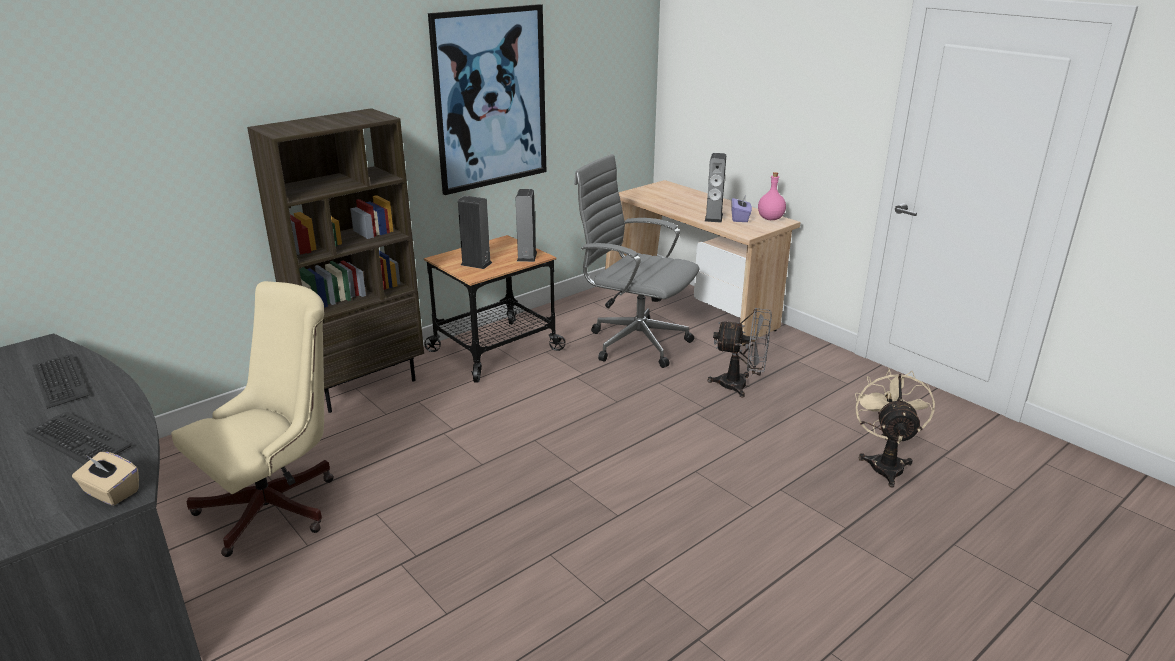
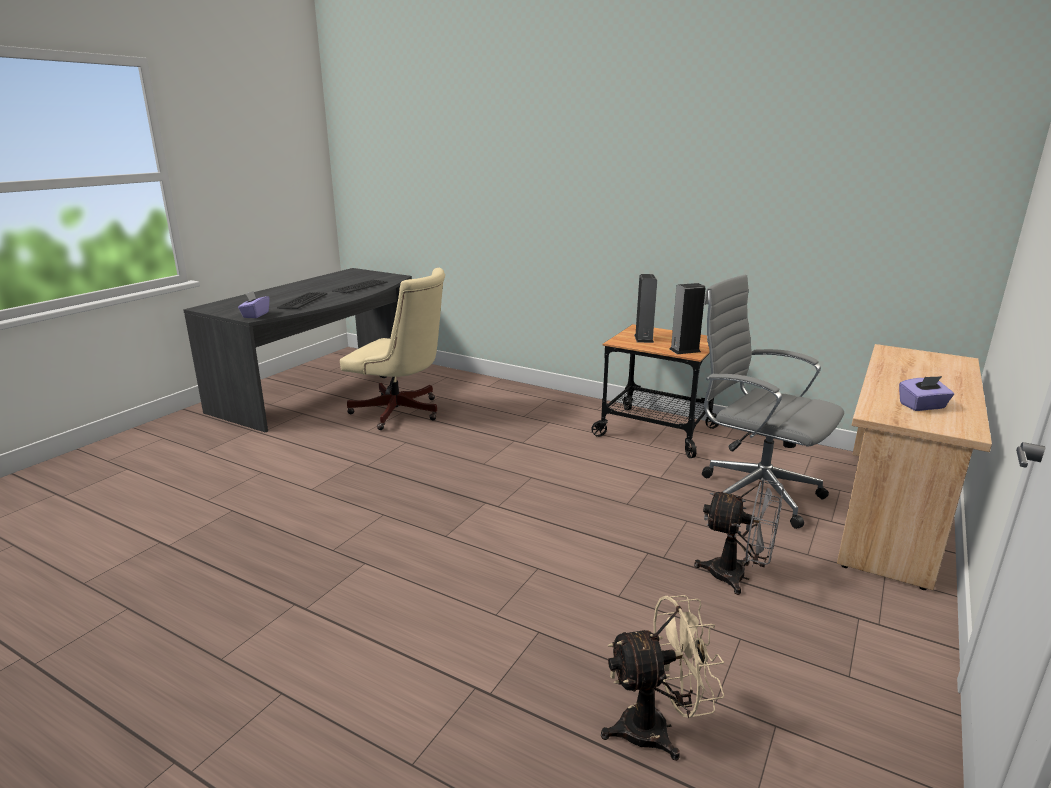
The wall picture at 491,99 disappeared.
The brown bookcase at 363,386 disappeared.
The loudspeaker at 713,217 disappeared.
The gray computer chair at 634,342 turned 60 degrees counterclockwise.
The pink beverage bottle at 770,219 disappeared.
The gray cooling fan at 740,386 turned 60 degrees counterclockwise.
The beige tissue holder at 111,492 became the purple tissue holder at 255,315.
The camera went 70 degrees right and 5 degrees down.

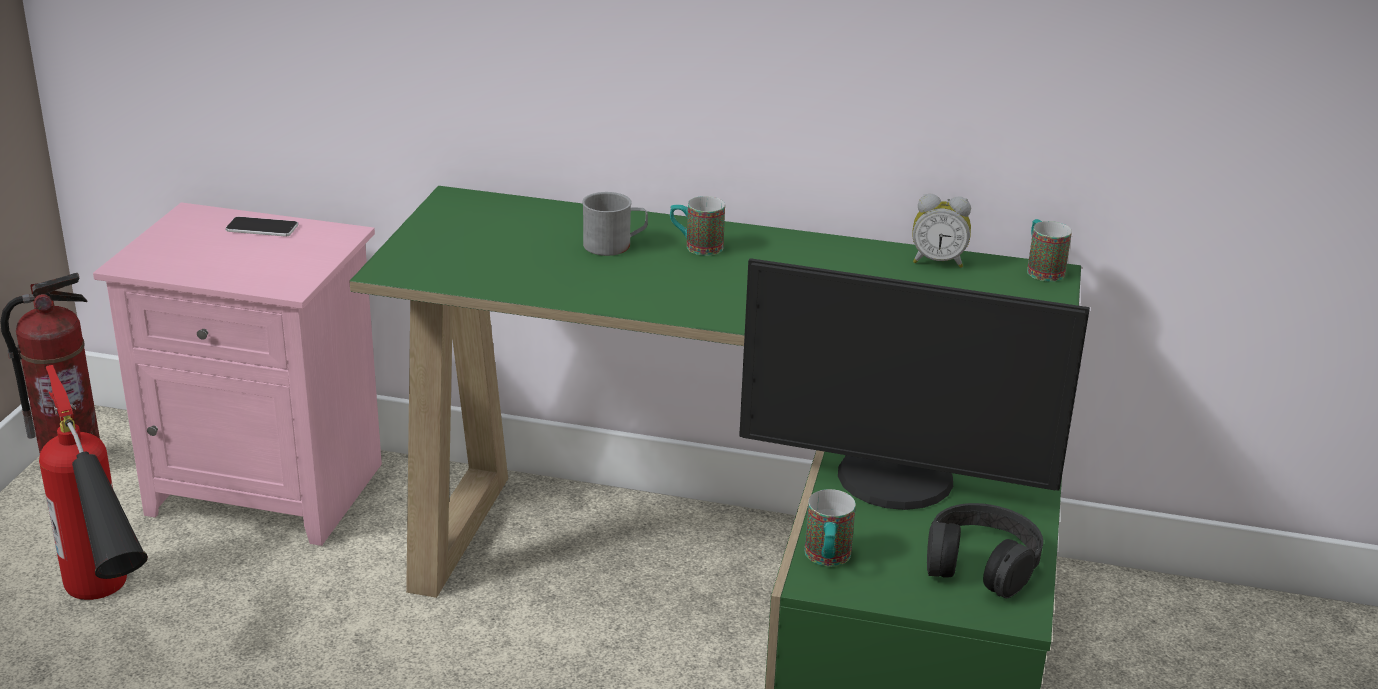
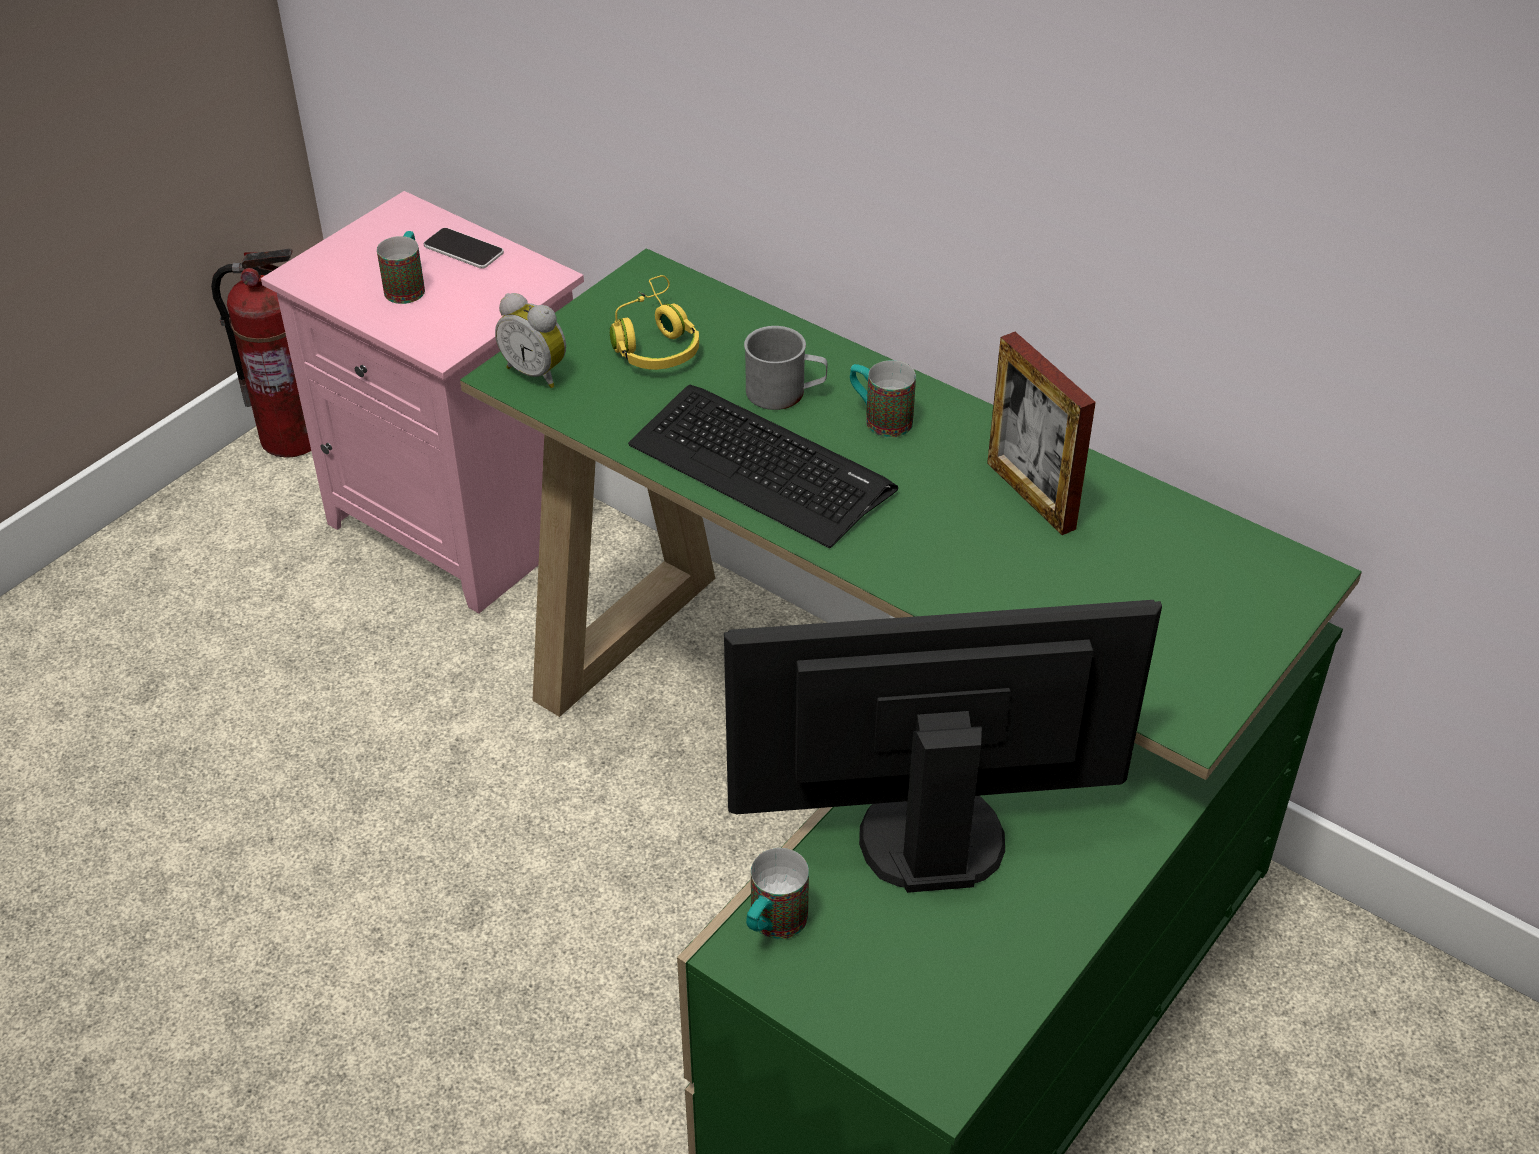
The bedside clock moved from 938,261 to 537,372.
The coffee mug moved from 1042,269 to 407,286.
The computer screen at 894,481 turned 135 degrees clockwise.
The fire-fighting cylinder at 111,614 disappeared.
The black pair of headphones at 981,563 disappeared.
The yellow pair of headphones at 655,342 appeared.
The standing frame at 1030,495 appeared.
The computer keyboard at 760,466 appeared.
The camera went 25 degrees right and 15 degrees up.

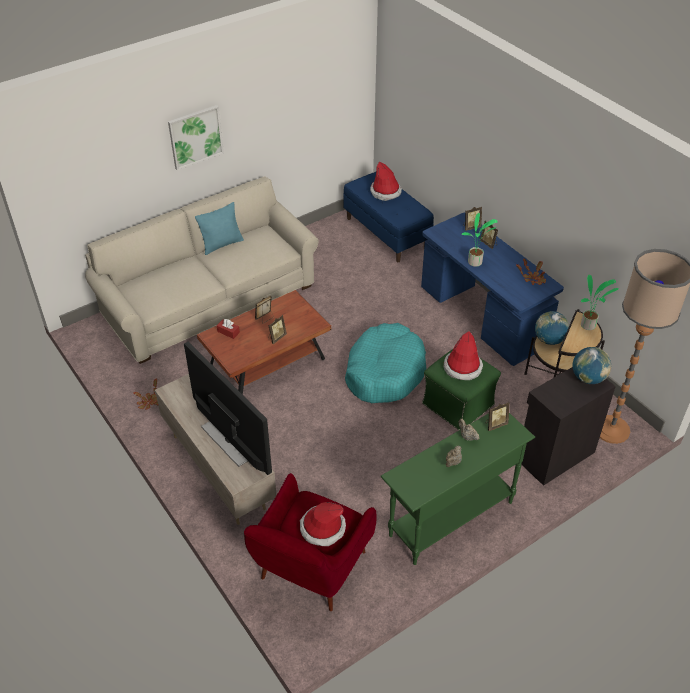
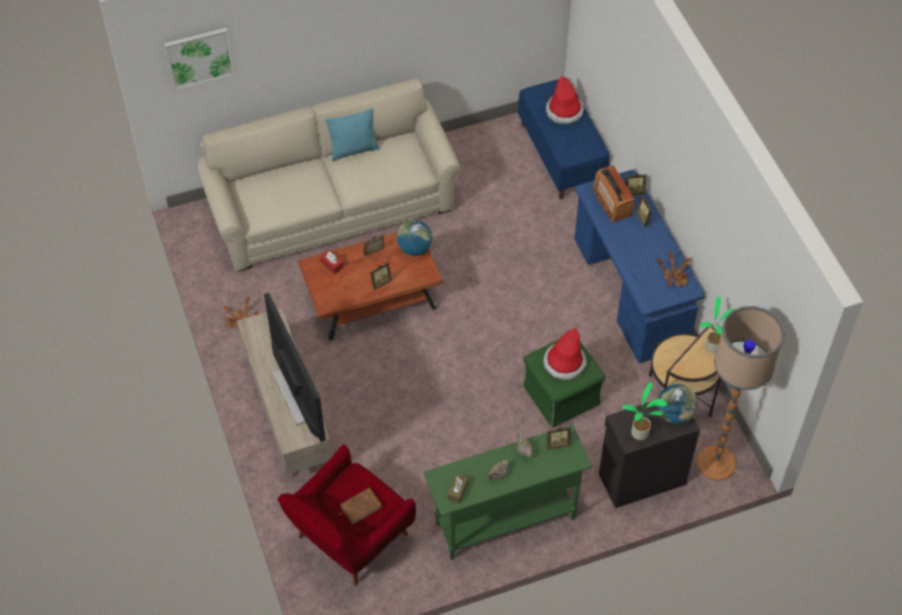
The wall picture moved from 195,137 to 199,57.
The potted plant moved from 475,263 to 640,434.
The globe moved from 549,340 to 414,248.
The blue-green dog cushion at 384,372 disappeared.
The wearable hat at 322,528 was replaced by the brown book at 360,507.
The radio set at 612,202 appeared.
The brown tissue holder at 458,491 appeared.
The camera went 15 degrees right and 10 degrees up.

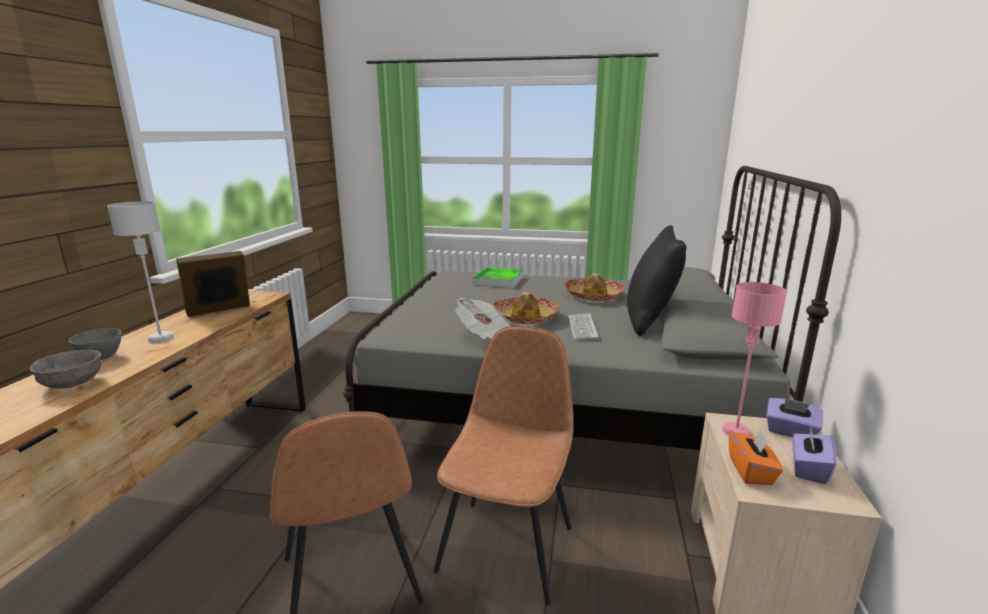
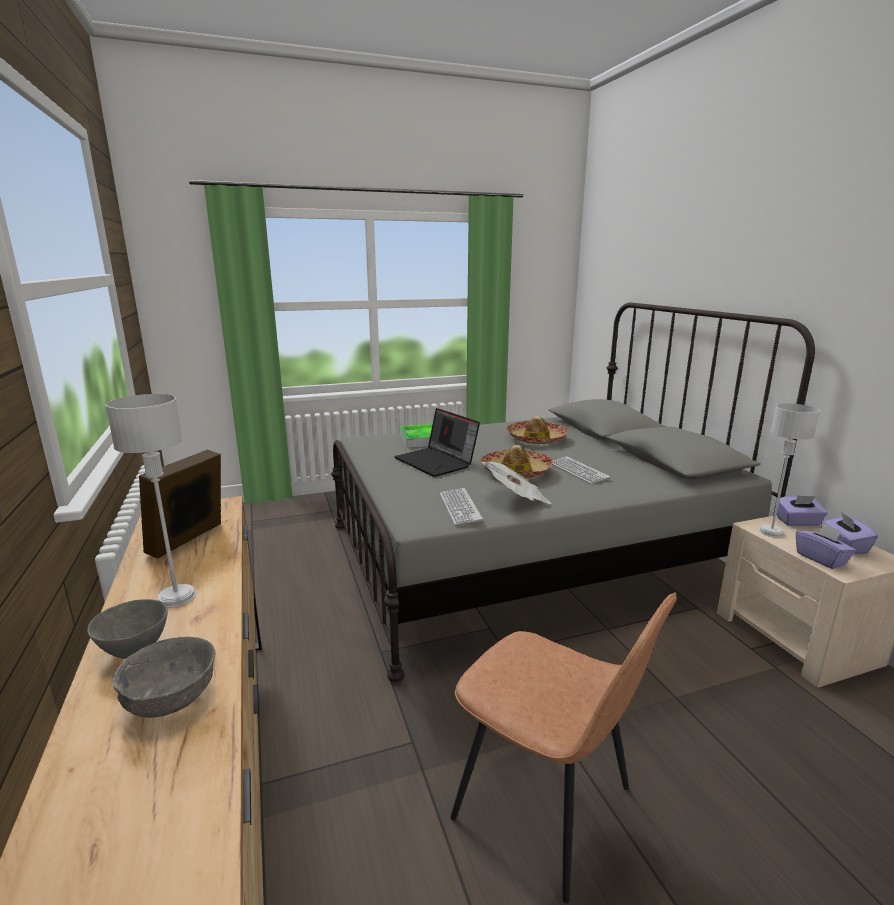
The black throw pillow at 649,321 disappeared.
The pink tabletop lamp at 736,431 became the gray tabletop lamp at 771,532.
The brown plain chair at 507,545 disappeared.
The orangey tissue holder at 751,471 became the purple tissue holder at 821,559.
The laptop at 437,462 appeared.
The computer keyboard at 460,507 appeared.
The camera went 30 degrees left and 0 degrees up.

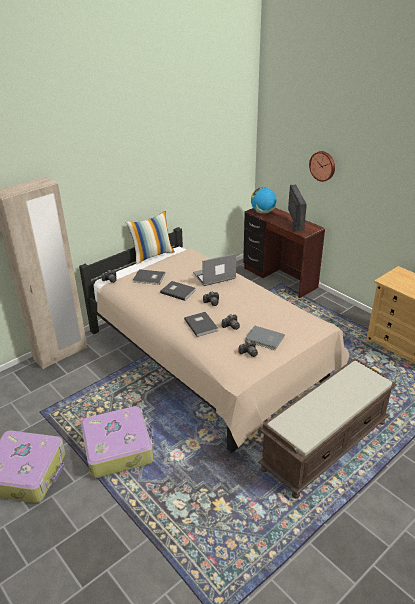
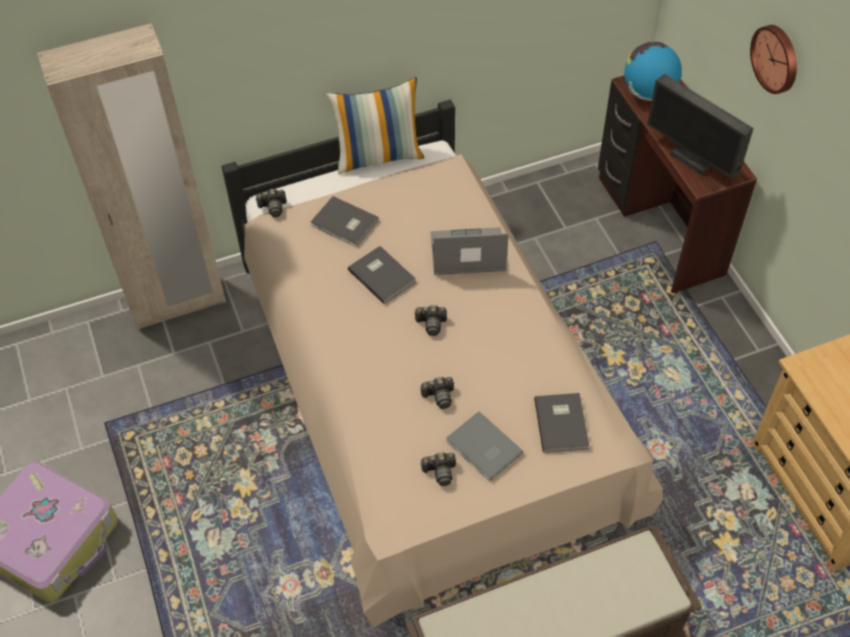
The computer screen at 294,227 turned 120 degrees clockwise.
The gray book moved from 201,324 to 562,423.
The travel case at 118,448 disappeared.
The camera went 20 degrees right and 20 degrees up.

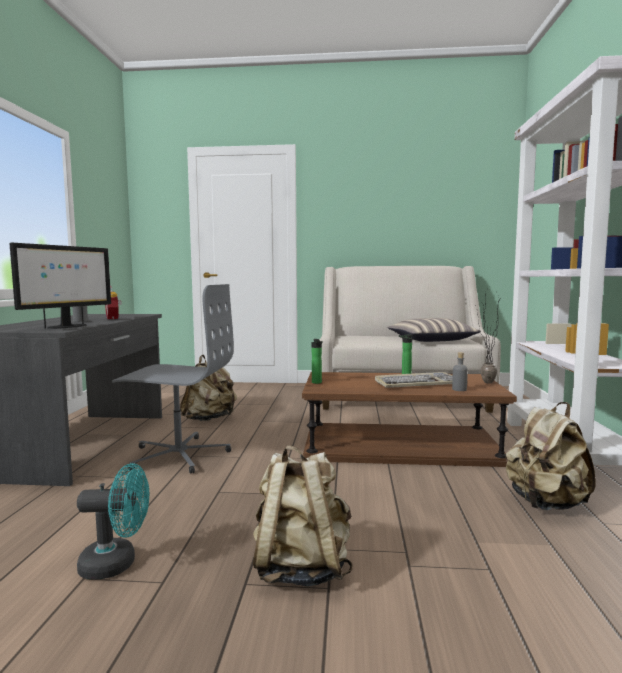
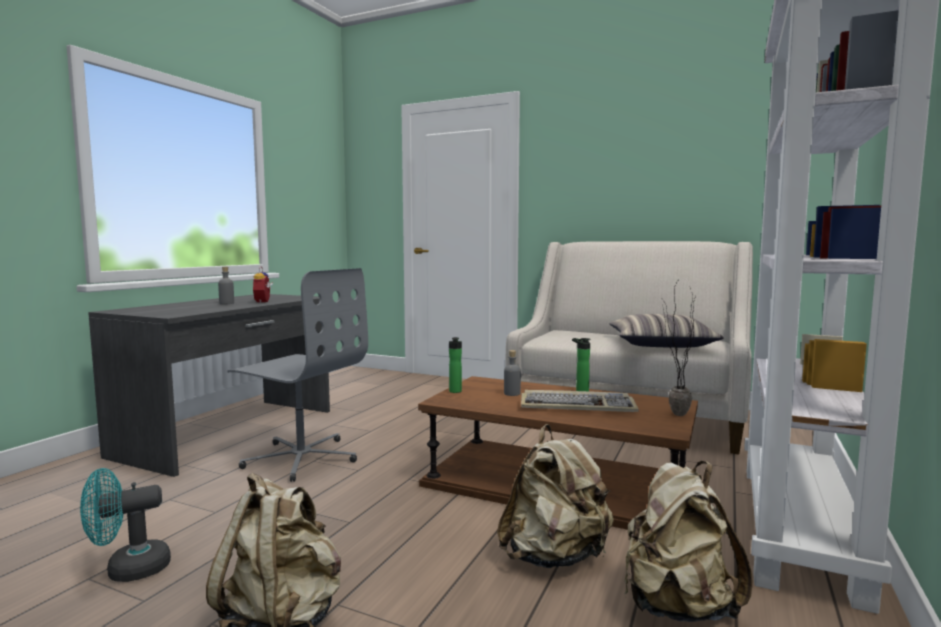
The computer screen at 67,327 disappeared.
The gray beverage bottle moved from 459,389 to 512,393.
The beige knapsack moved from 209,419 to 555,557.
The blue-green cooling fan at 117,564 turned 135 degrees clockwise.
The camera went 20 degrees right and 0 degrees up.

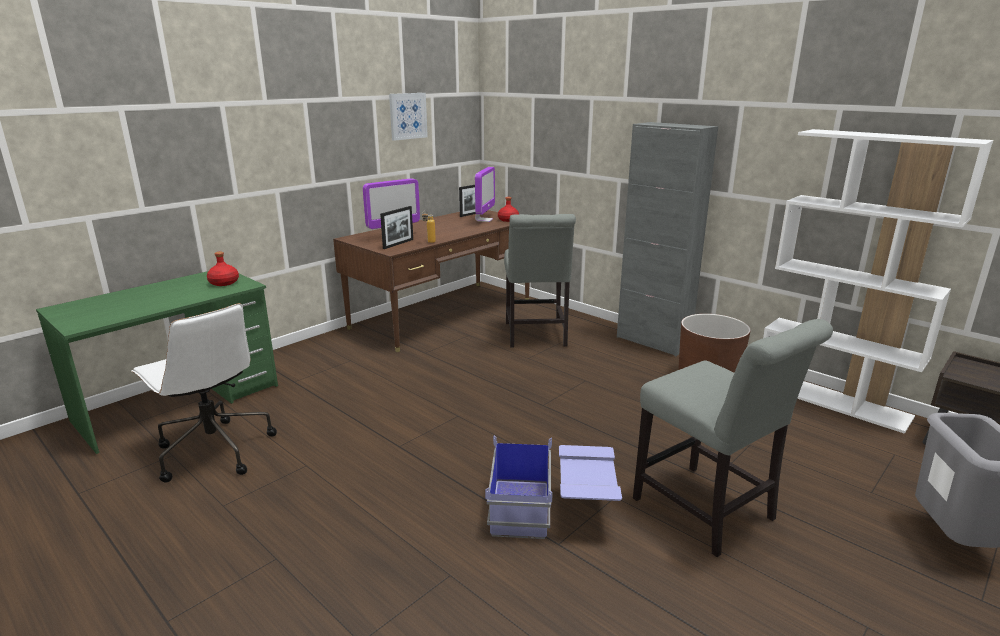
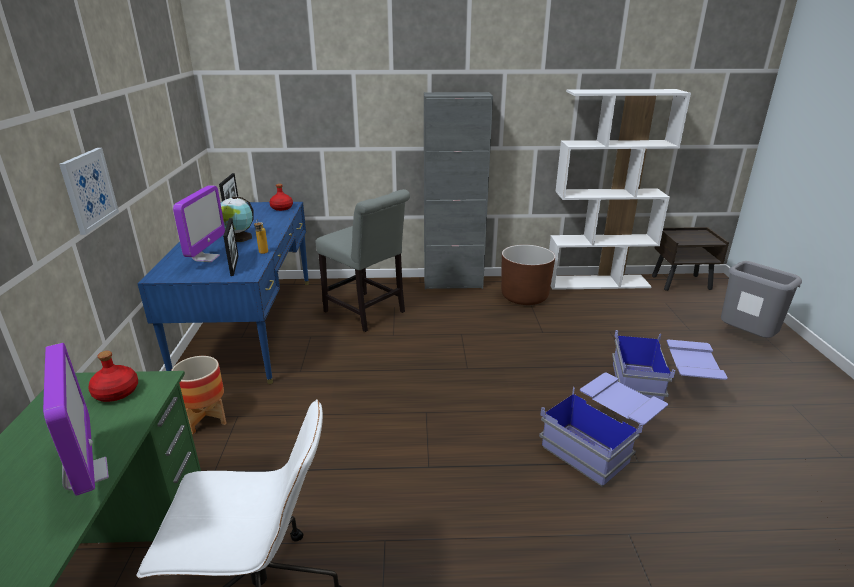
The wall picture moved from 407,116 to 88,190.
The computer screen moved from 484,220 to 87,475.
The brown desk at 443,314 became the bluish desk at 250,326.
The gray plain chair at 708,513 was replaced by the bluish storage bin at 660,387.
The globe at 238,238 appeared.
The planter at 207,419 appeared.
The camera went 45 degrees left and 5 degrees up.

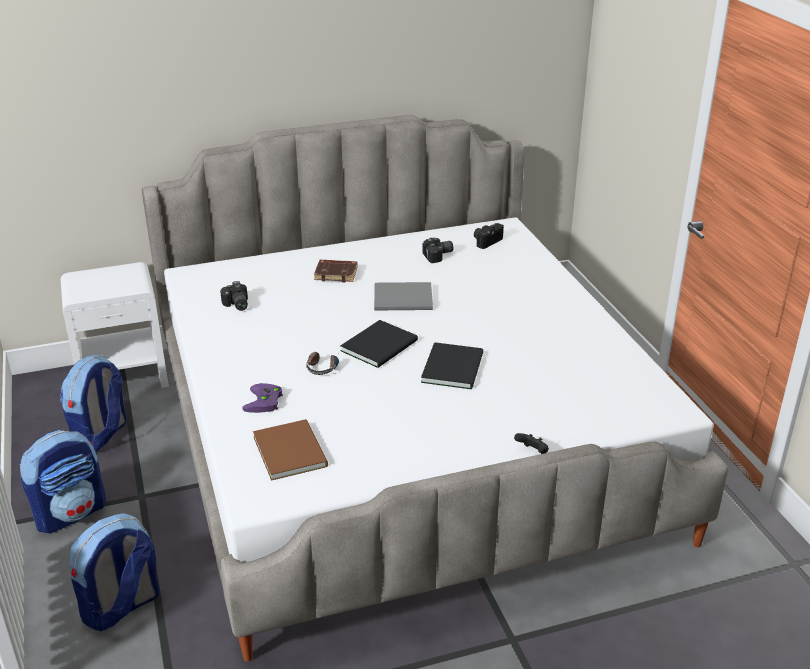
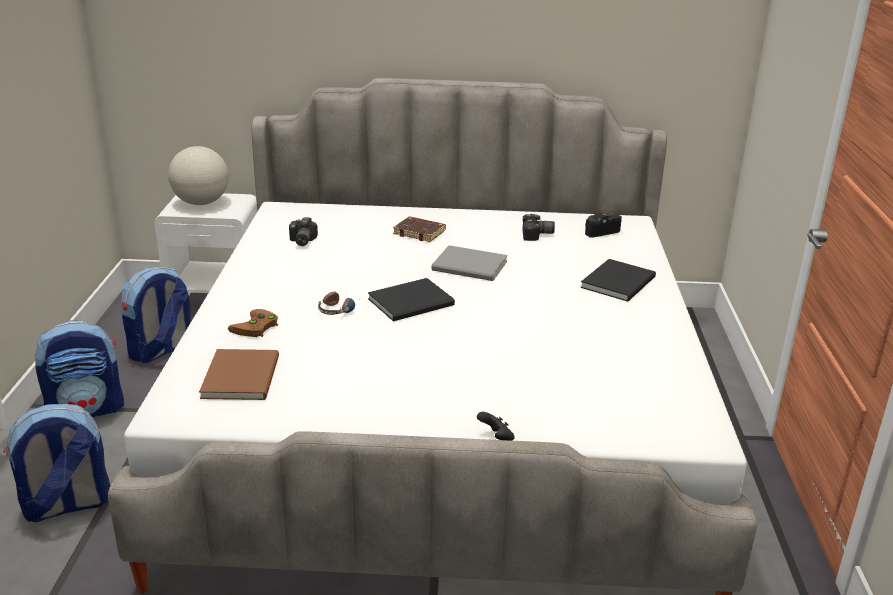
The black book moved from 454,367 to 620,282.
The purple game controller at 264,402 became the brown game controller at 255,327.
The globe at 201,203 appeared.
The camera went 20 degrees right and 5 degrees down.

